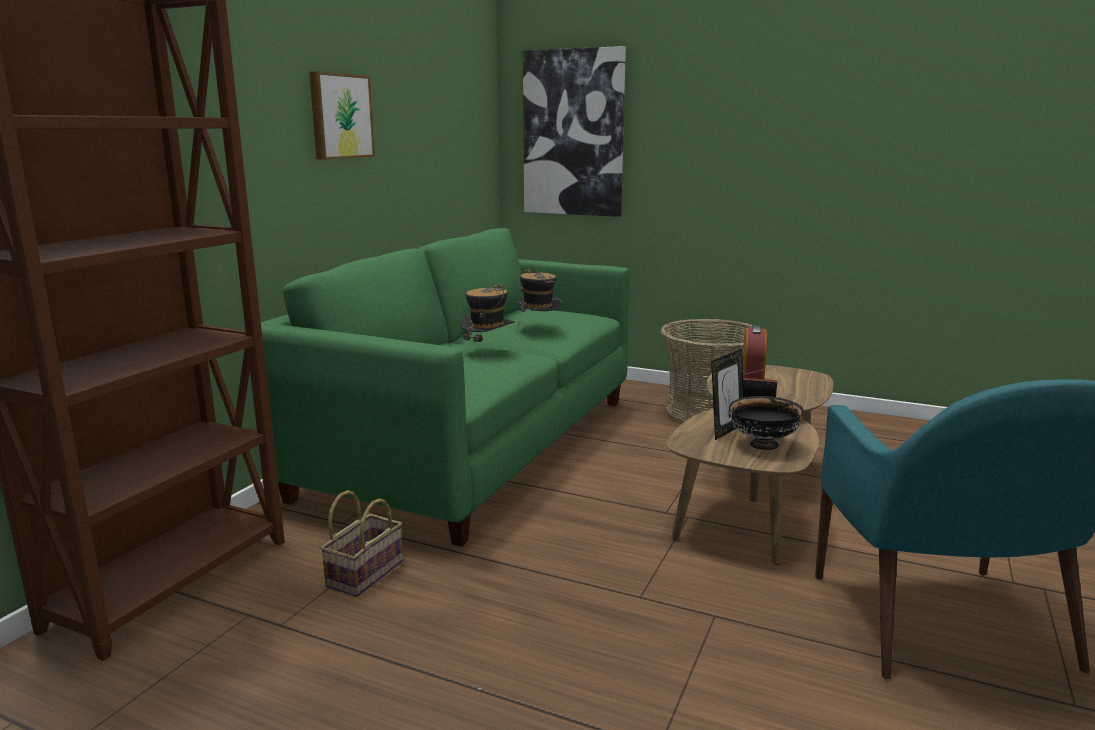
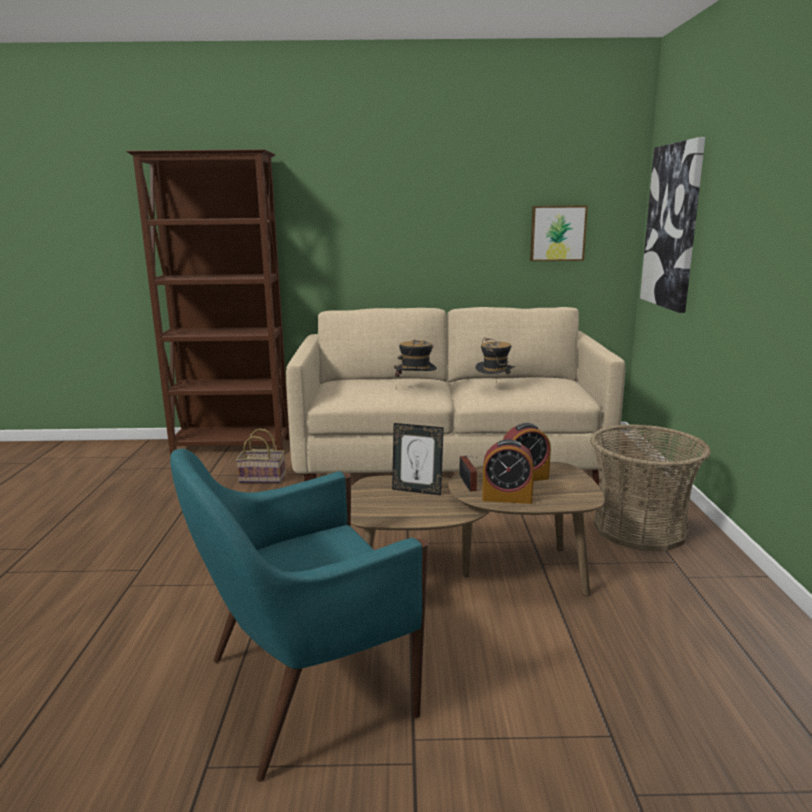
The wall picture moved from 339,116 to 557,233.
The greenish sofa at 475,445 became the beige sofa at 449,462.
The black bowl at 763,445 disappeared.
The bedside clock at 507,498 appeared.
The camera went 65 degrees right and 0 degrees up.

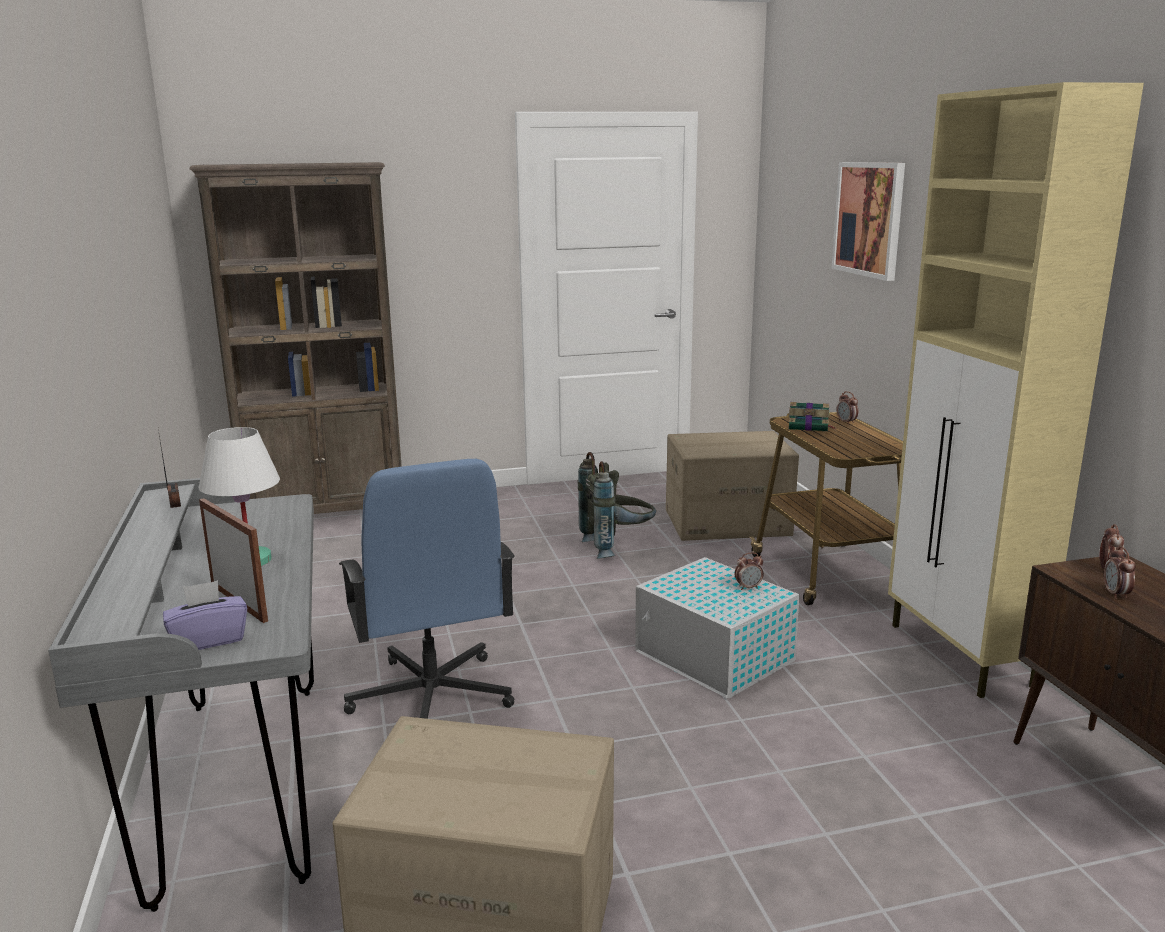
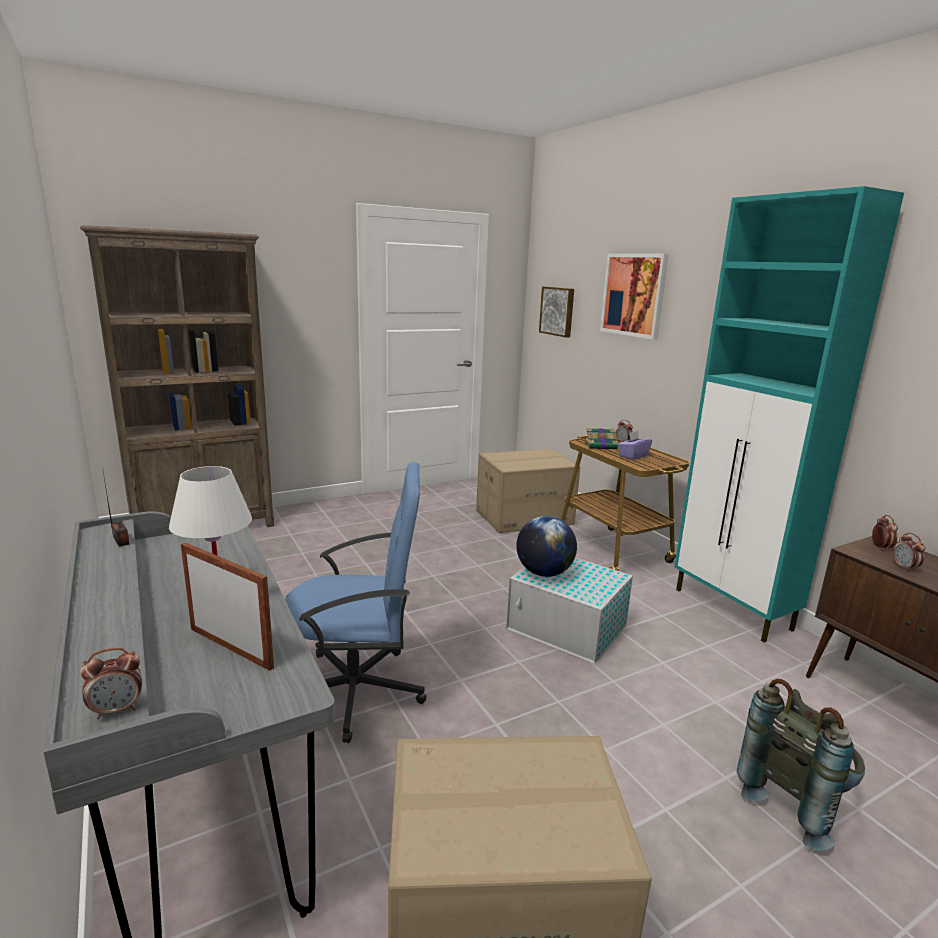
The beige storage cabinet at 960,656 became the blue-green storage cabinet at 733,610.
The gray knapsack moved from 617,547 to 795,801.
The bluish computer chair at 431,697 turned 60 degrees counterclockwise.
The bedside clock moved from 748,587 to 117,710.
The purple tissue holder moved from 209,640 to 633,456.
The wall picture at 558,311 appeared.
The globe at 544,573 appeared.
The camera went 15 degrees left and 0 degrees up.

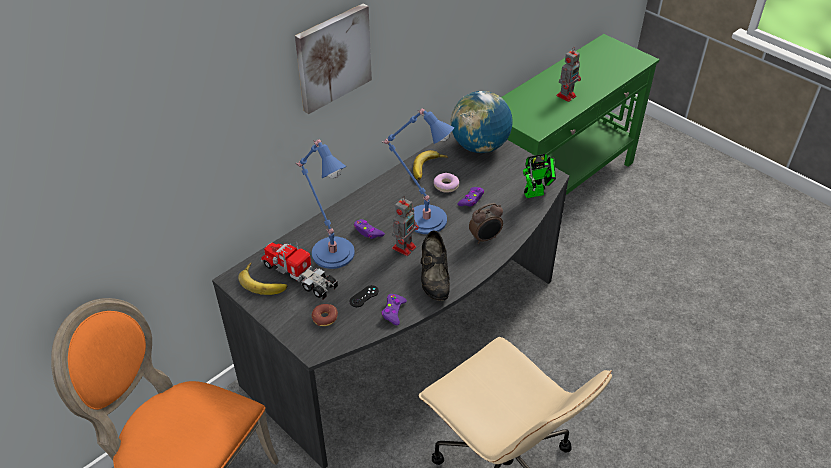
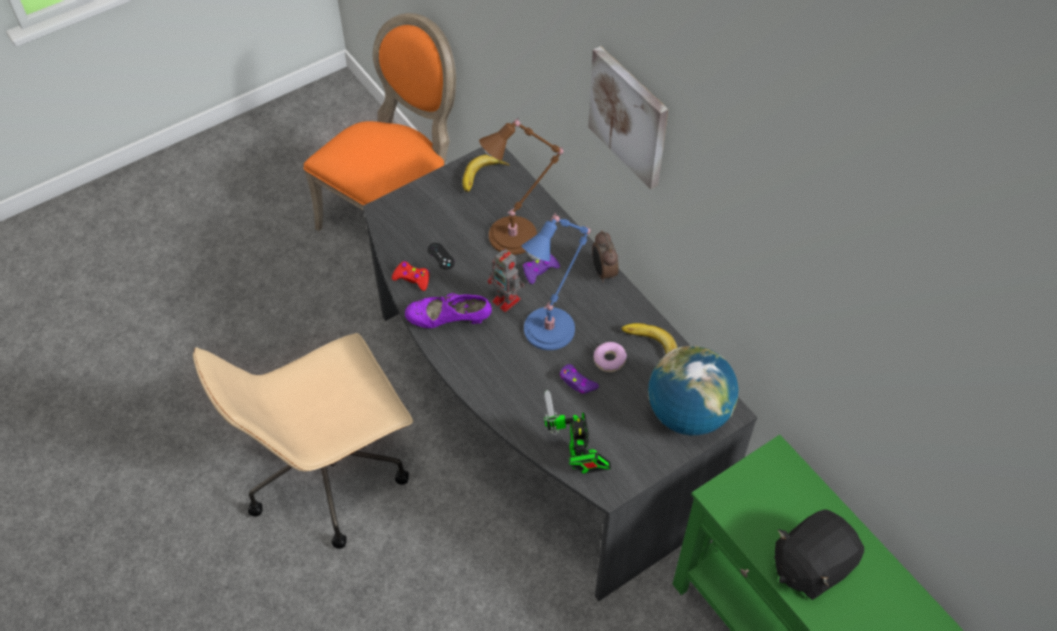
The toy robot at 566,95 was replaced by the black cuddly toy at 810,565.
The bluish tabletop lamp at 331,250 became the brown tabletop lamp at 517,234.
The bedside clock moved from 485,238 to 603,272.
The black low shoe at 434,279 became the purple low shoe at 449,321.
The model truck at 300,275 disappeared.
The purple game controller at 393,311 became the red-coloured game controller at 412,278.
The ring doughnut at 325,318 disappeared.
The camera went 100 degrees right and 10 degrees up.

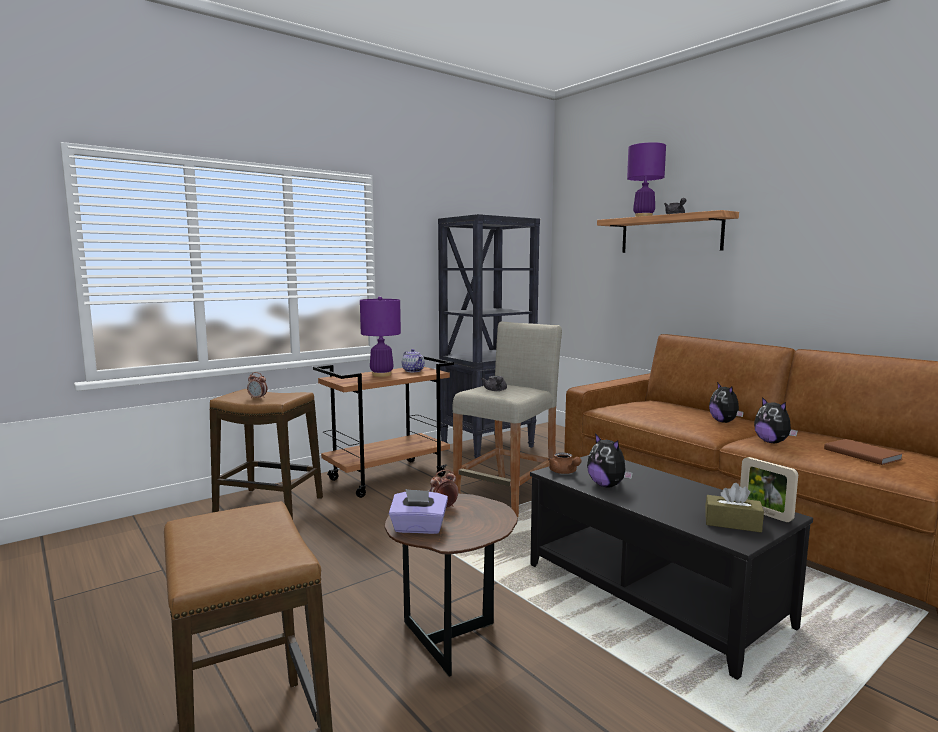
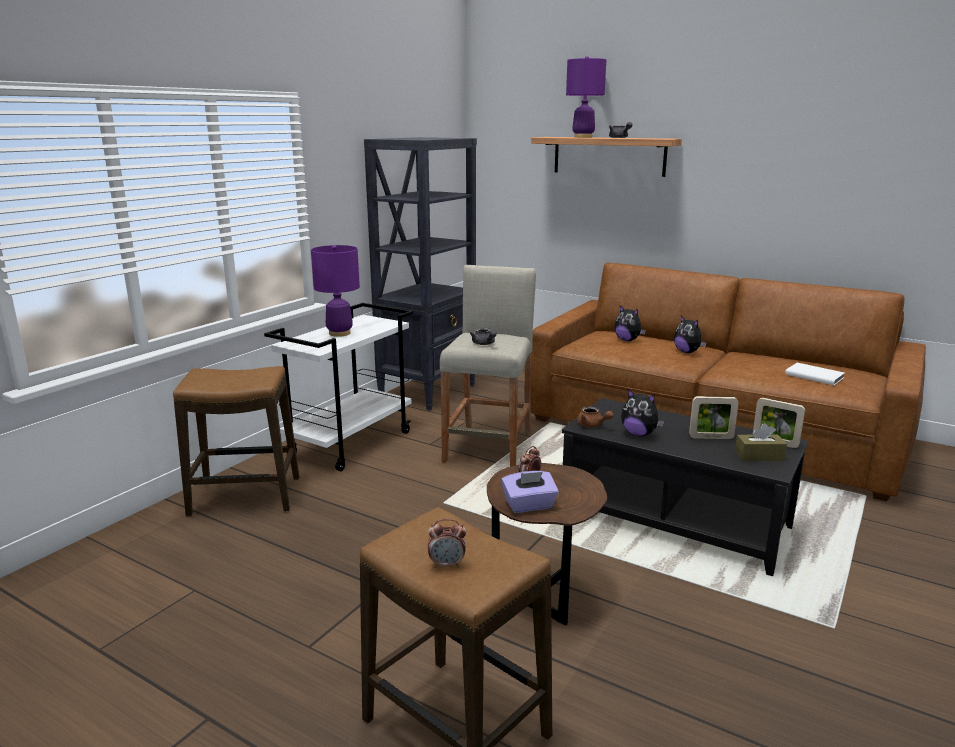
The teapot at 413,371 disappeared.
The brown wheeled cart at 388,477 became the white wheeled cart at 350,443.
The bedside clock moved from 258,398 to 447,564.
The cuddly toy moved from 772,442 to 627,340.
The brown book at 862,454 became the white book at 814,375.
The standing frame at 711,437 appeared.
The camera went 20 degrees left and 10 degrees up.

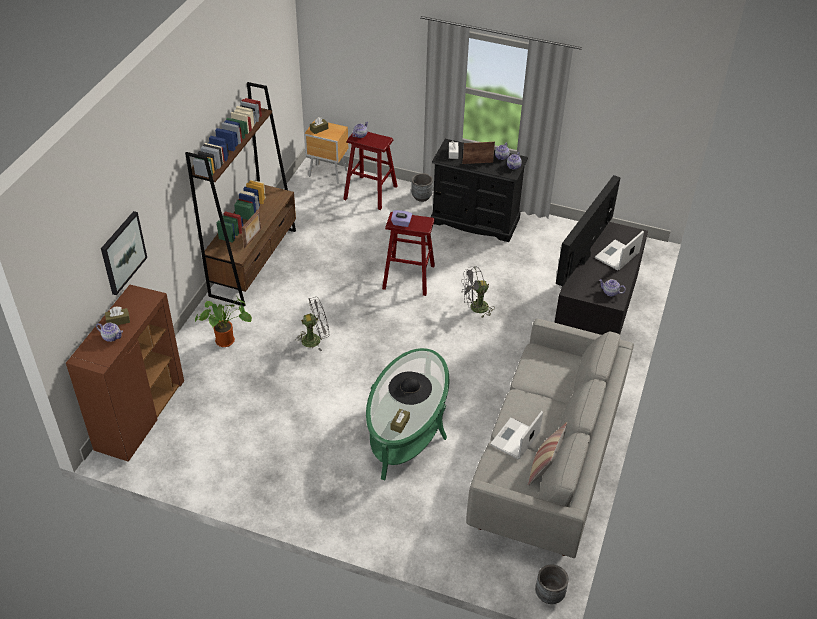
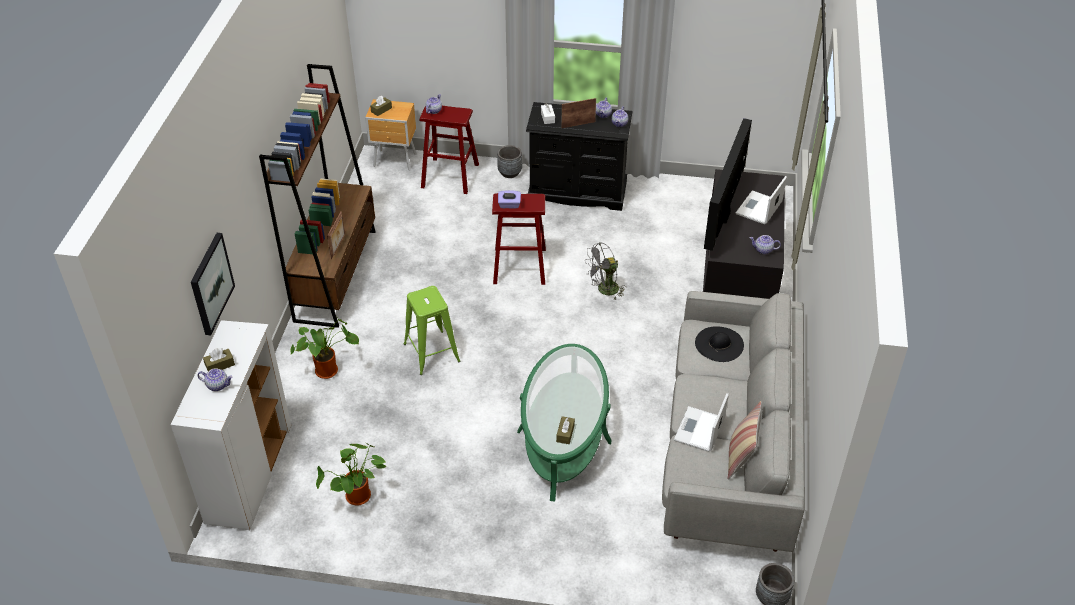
The brown storage cabinet at 140,415 became the white storage cabinet at 249,474.
The gray cooling fan at 315,339 was replaced by the greenish stool at 431,353.
The black wearable hat moved from 410,388 to 719,344.
The potted plant at 358,499 appeared.
The camera went 10 degrees left and 0 degrees up.

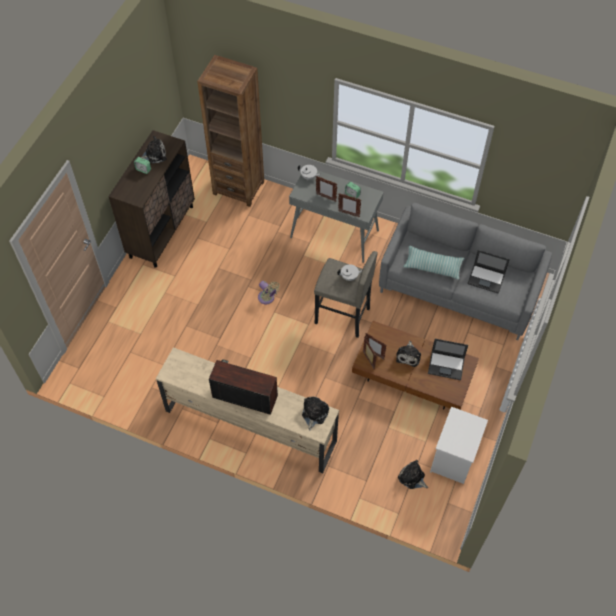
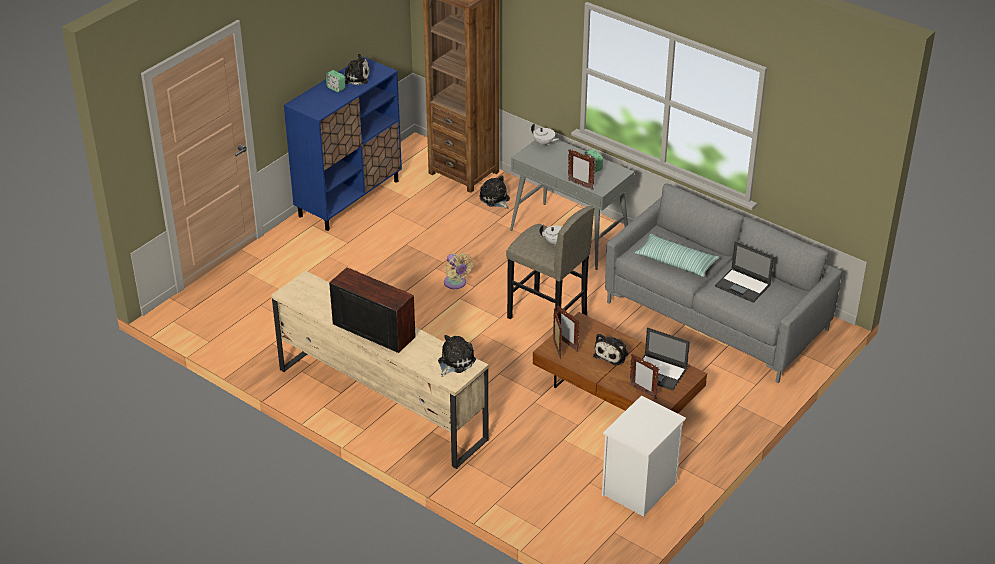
The brown storage cabinet at 162,231 became the bluish storage cabinet at 349,198.
The standing frame moved from 326,197 to 642,392.
The cuddly toy moved from 412,478 to 495,199.
The camera went 15 degrees right and 20 degrees down.

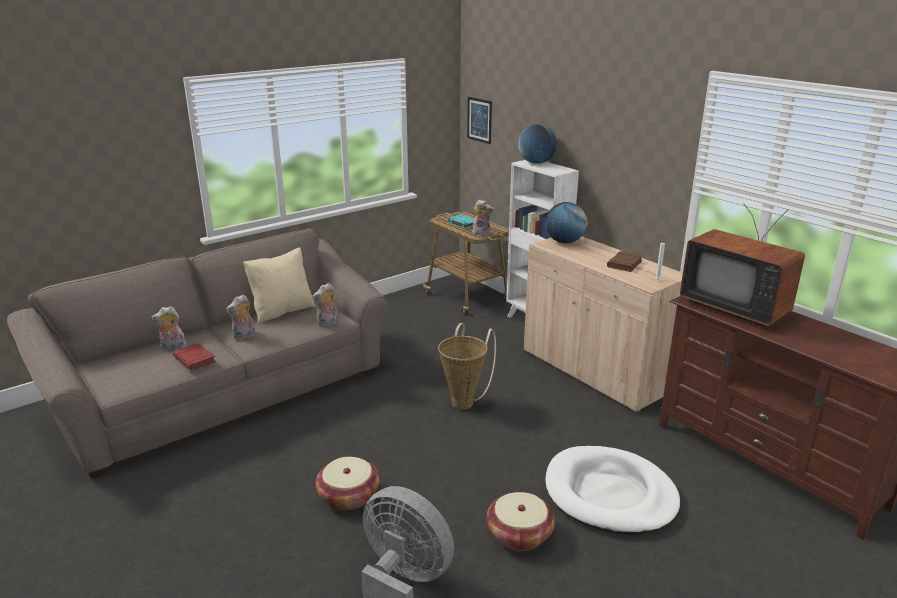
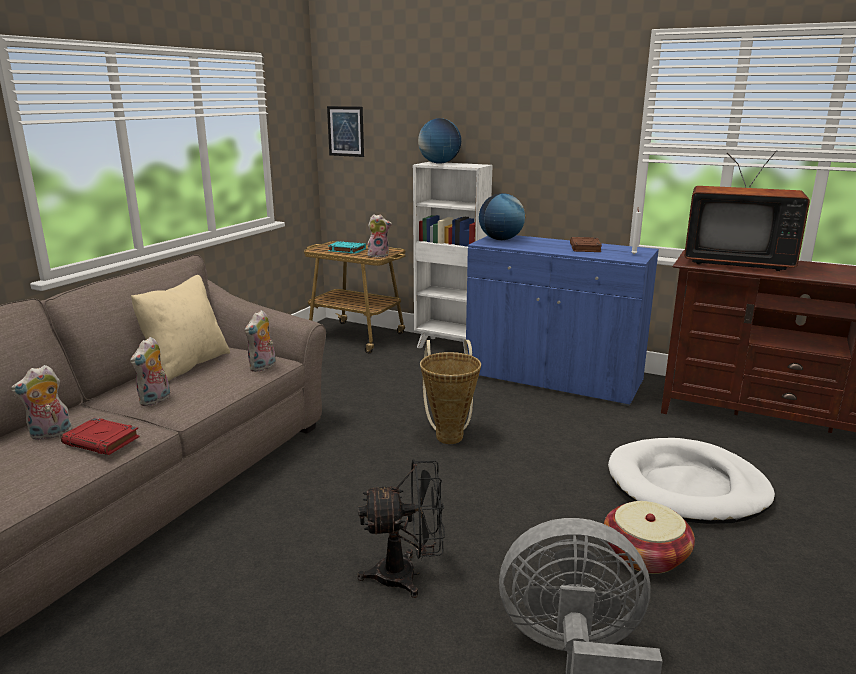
The beige storage cabinet at 595,371 became the bluish storage cabinet at 552,379.
The storage basket at 349,496 was replaced by the black cooling fan at 407,575.
The camera went 25 degrees left and 5 degrees down.

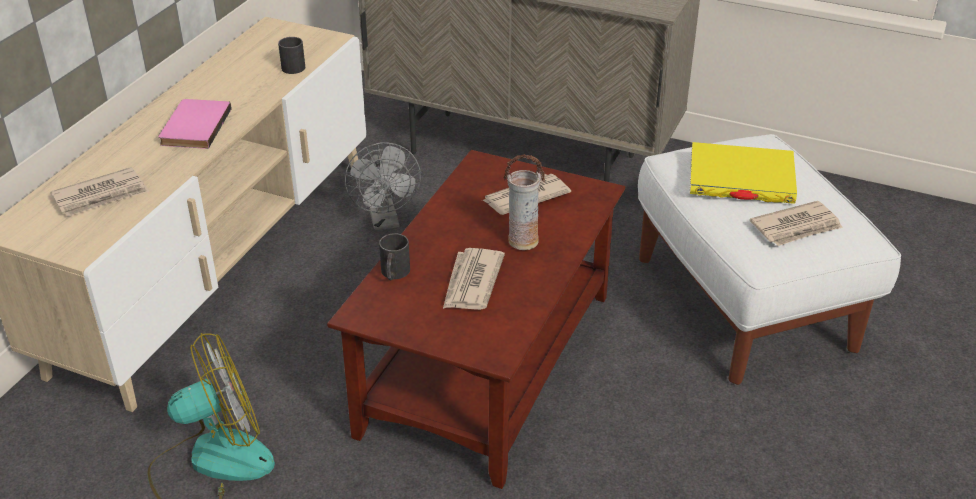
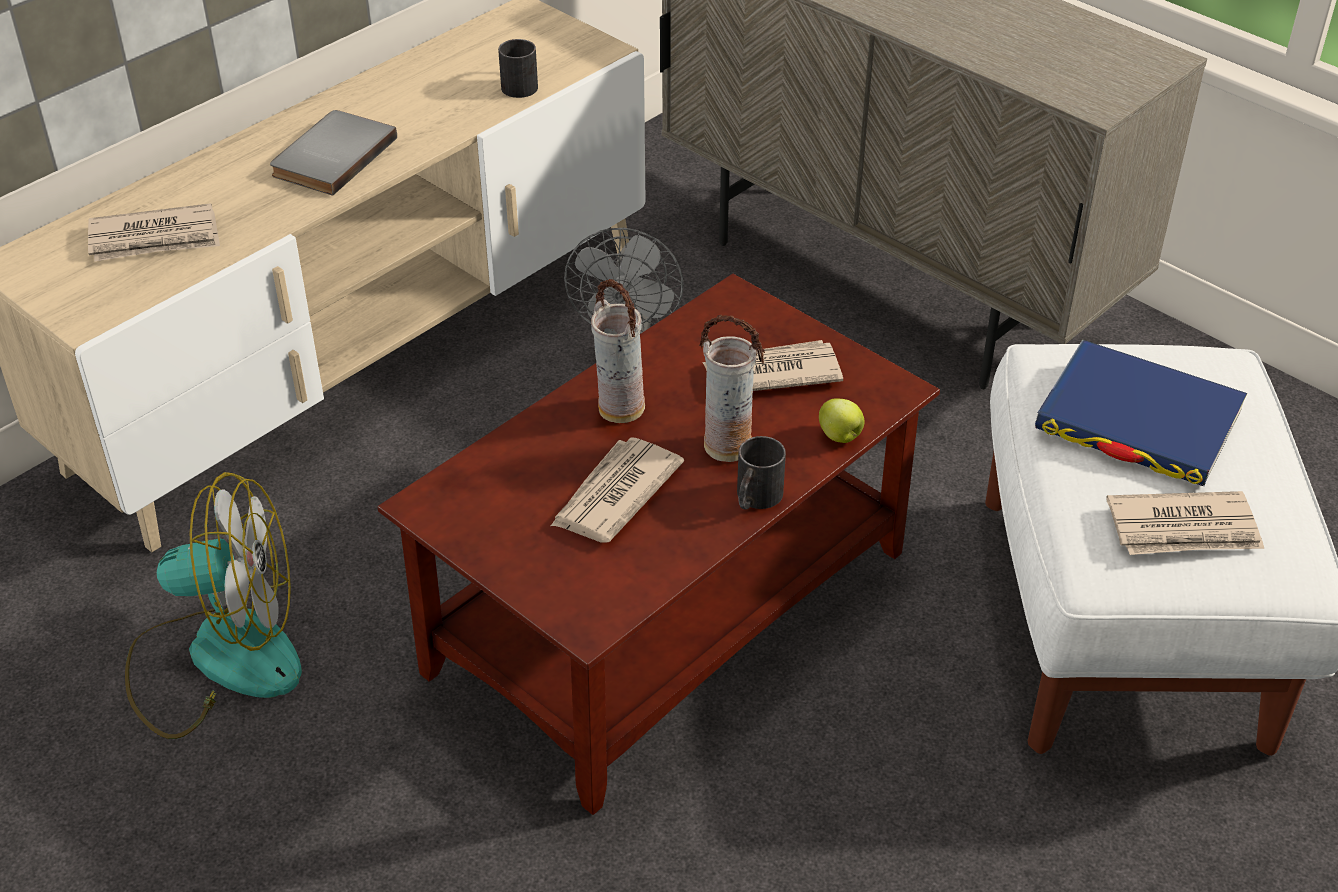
The pink book at 193,127 became the gray book at 330,156.
The yellow book at 741,179 became the bluish book at 1138,421.
The black coffee mug moved from 394,274 to 755,499.
The decorative vase at 619,409 appeared.
The whole apple at 840,437 appeared.
The camera went 20 degrees right and 5 degrees up.

